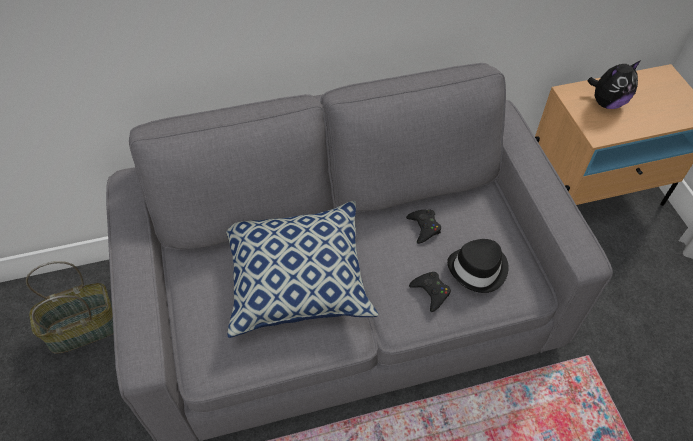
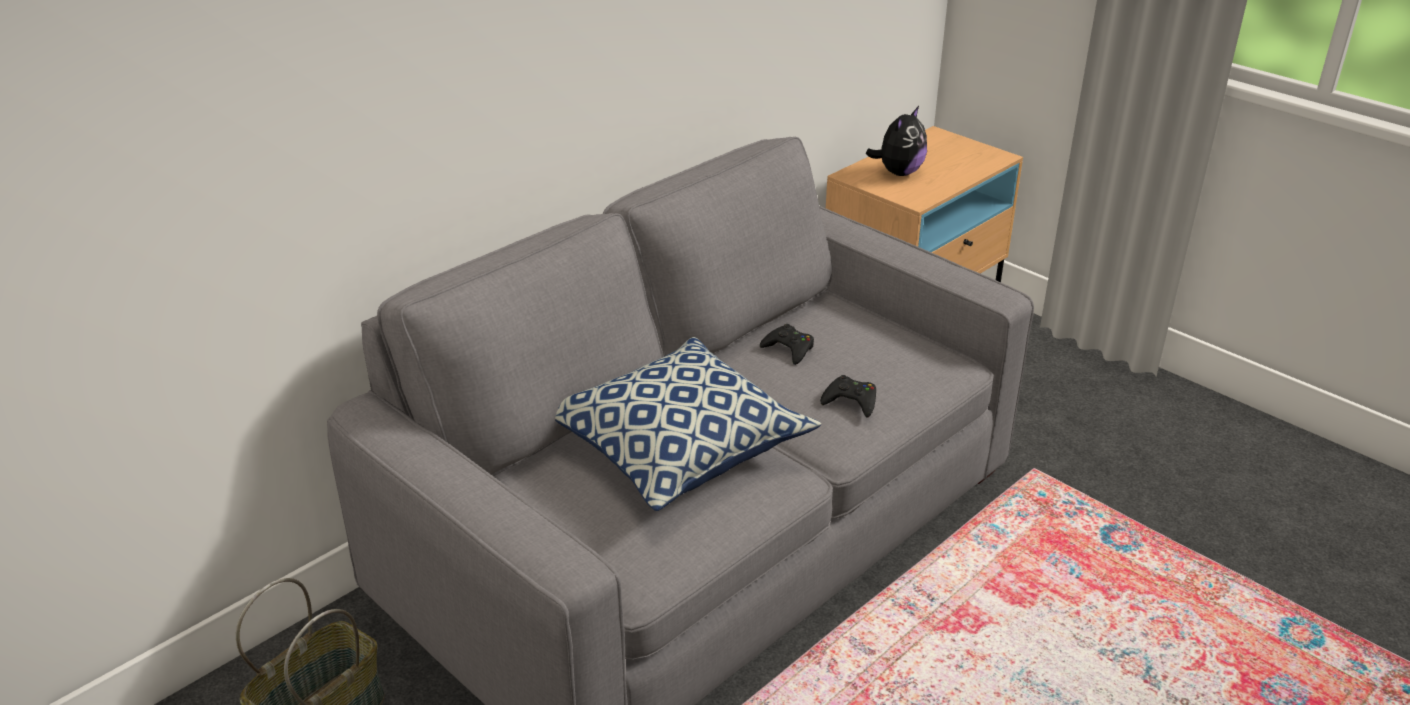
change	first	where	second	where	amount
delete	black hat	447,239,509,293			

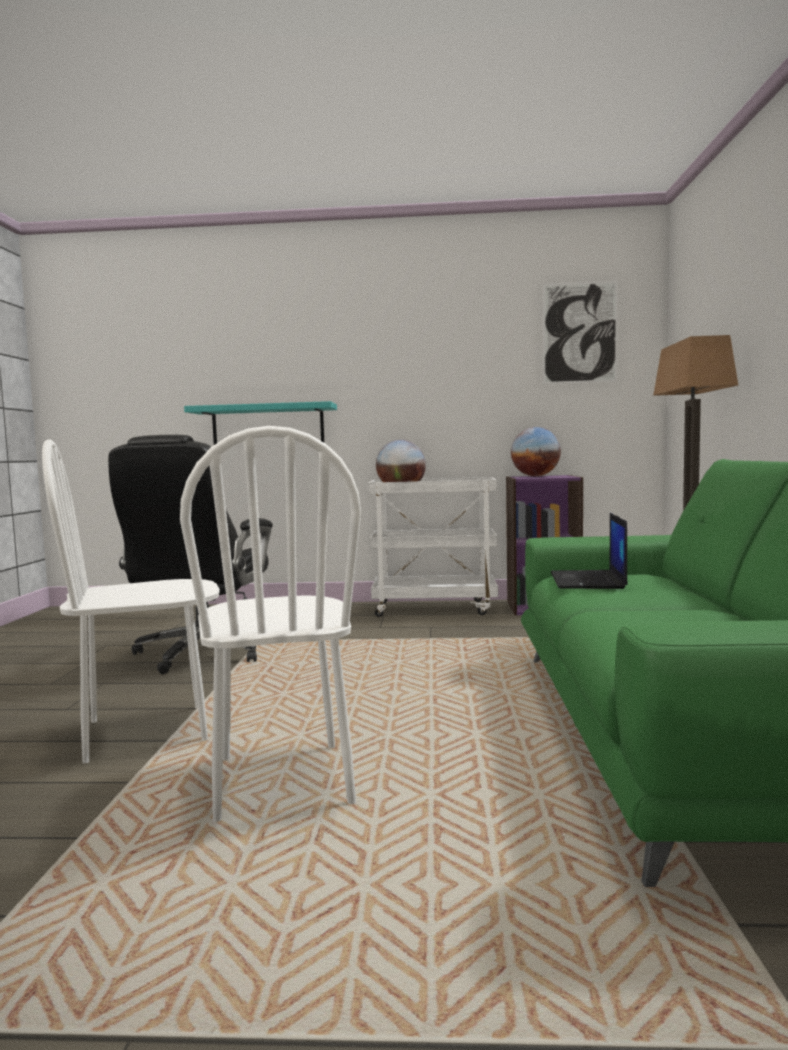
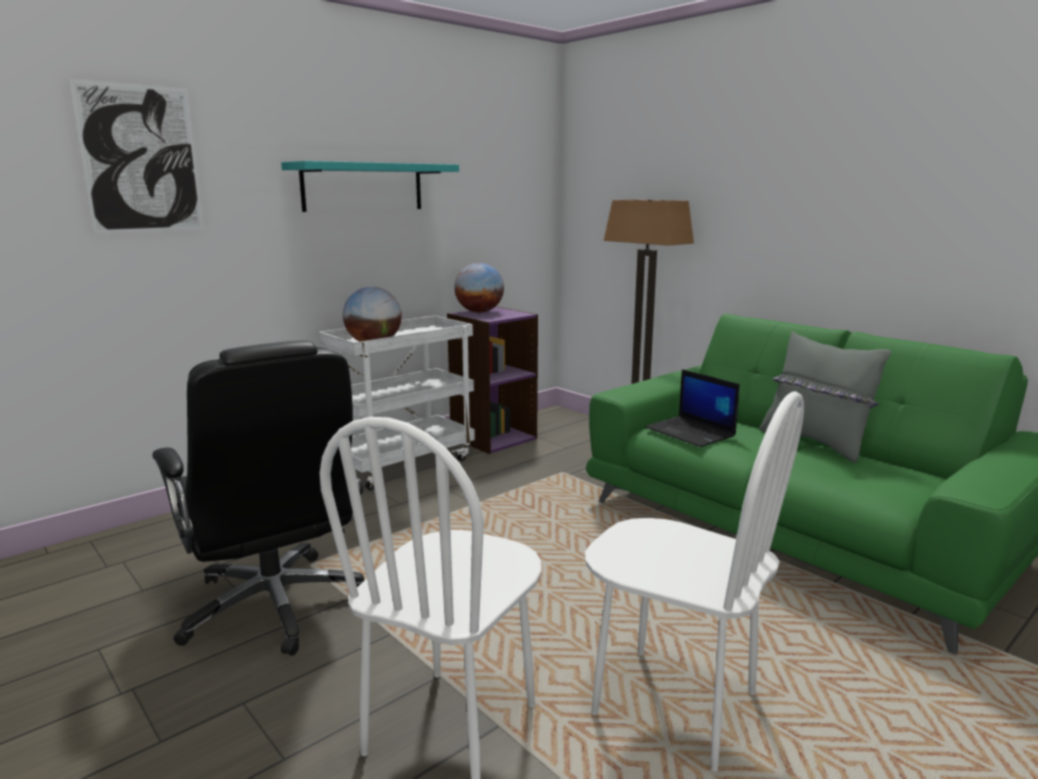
change	first	where	second	where	amount
move	picture	542,281,618,384		68,79,204,233	
move	turquoise shelf	184,401,337,445		281,161,459,212	
insert			grey pillow	759,332,891,463	

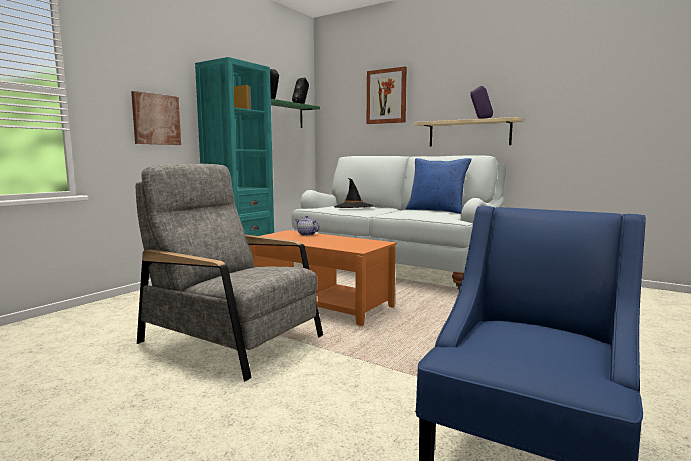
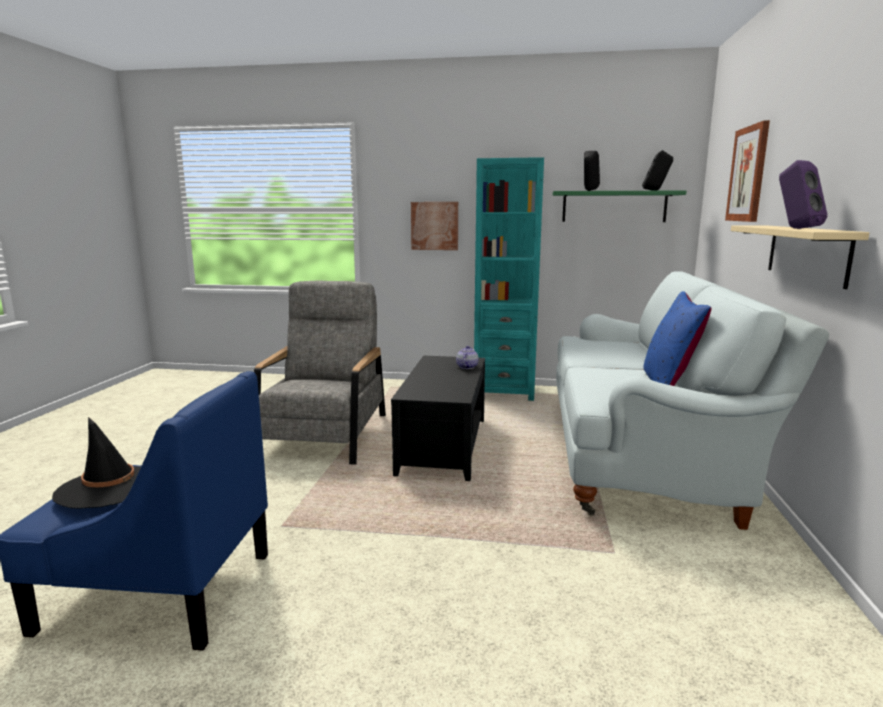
change	first	where	second	where	amount
move	black hat	334,178,373,208		52,417,141,509	
recolor	orange coffee table	249,230,397,326	black coffee table	391,356,485,481	

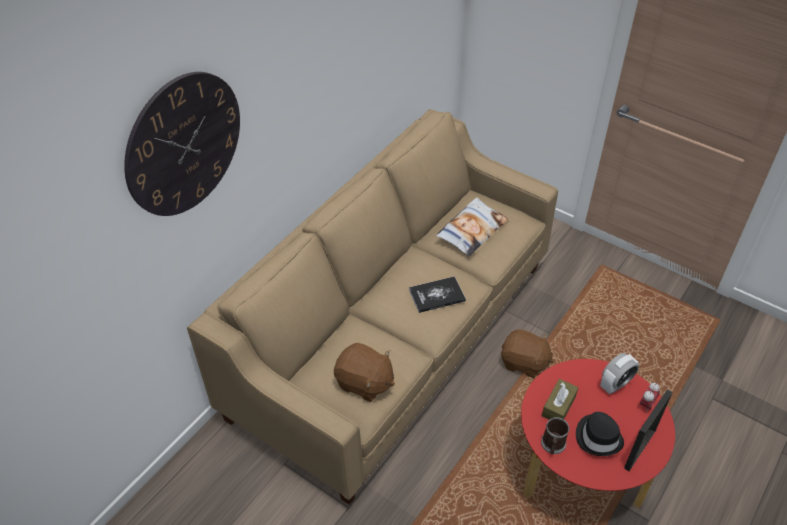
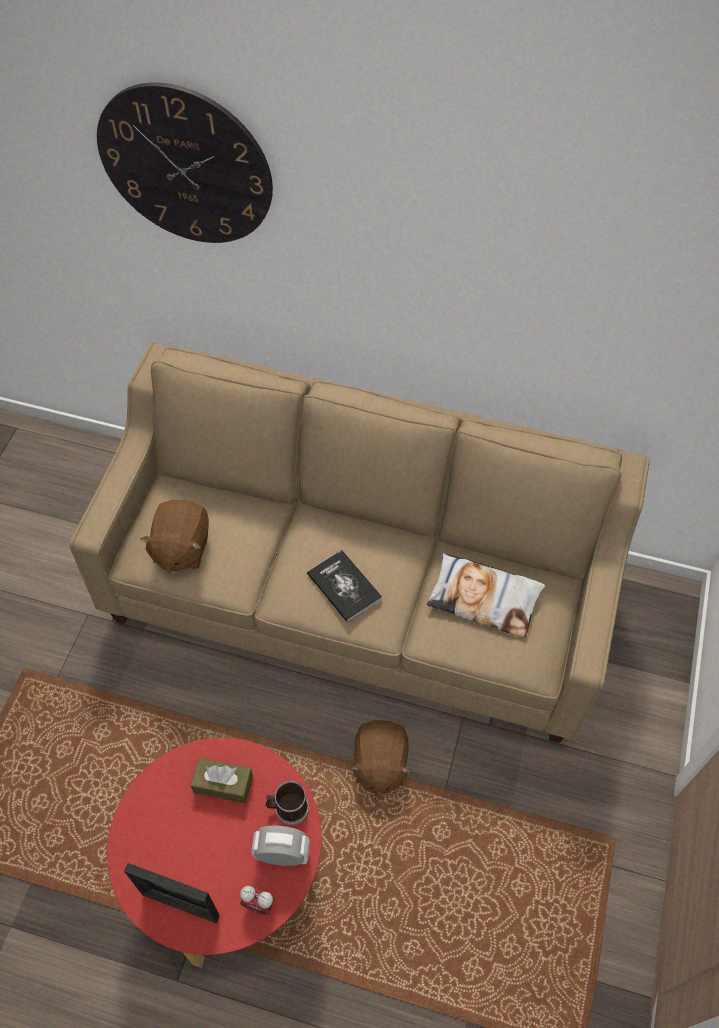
change	first	where	second	where	amount
rotate	alarm clock	600,353,639,394		251,826,310,866	150 degrees clockwise
delete	black hat	576,412,624,456			
move	mug	541,417,569,454		266,781,309,825	

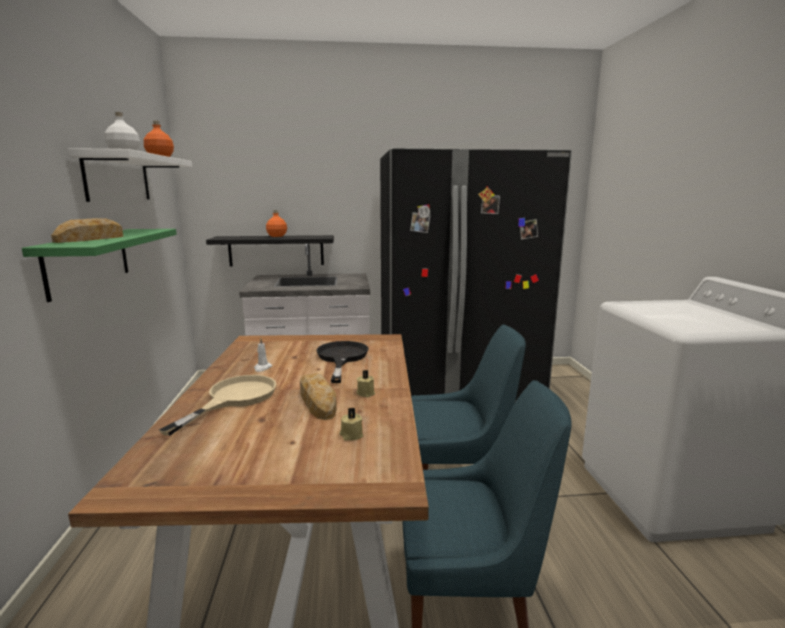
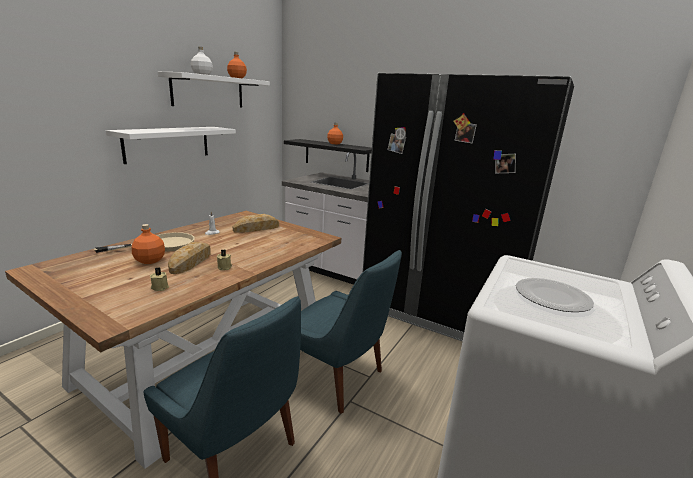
change	first	where	second	where	amount
move	bread	51,218,123,243		233,214,279,233	
recolor	green shelf	22,229,177,302	white shelf	106,127,236,164	
delete	black frying pan	316,341,369,383			
insert			orange bottle	132,224,165,264	
insert			plate	516,278,594,312	

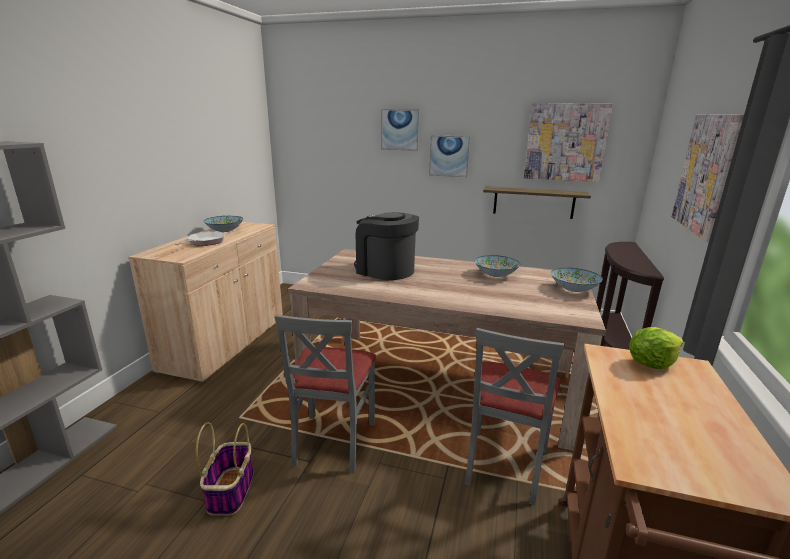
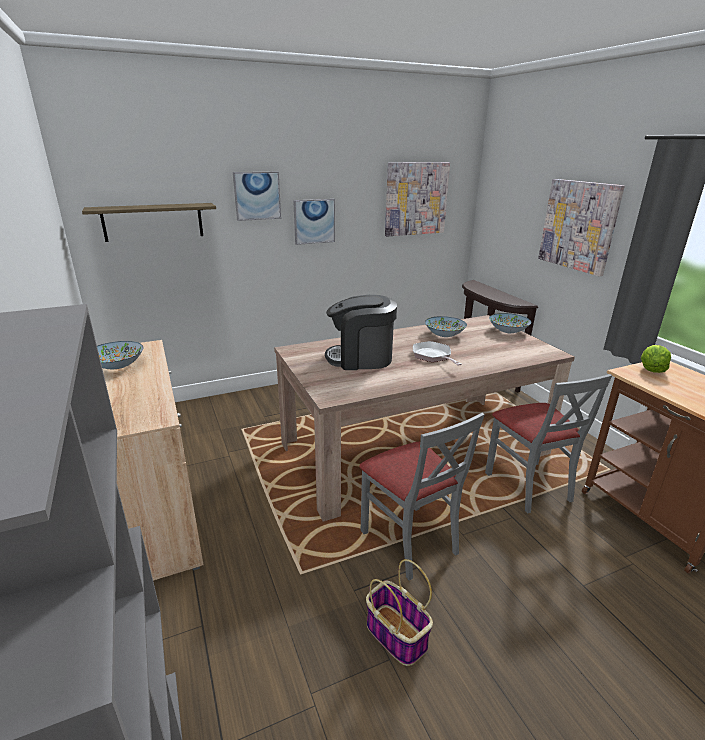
change	first	where	second	where	amount
move	shelf	483,186,591,219		82,203,216,242	
move	frying pan	175,231,225,246		413,341,462,365	

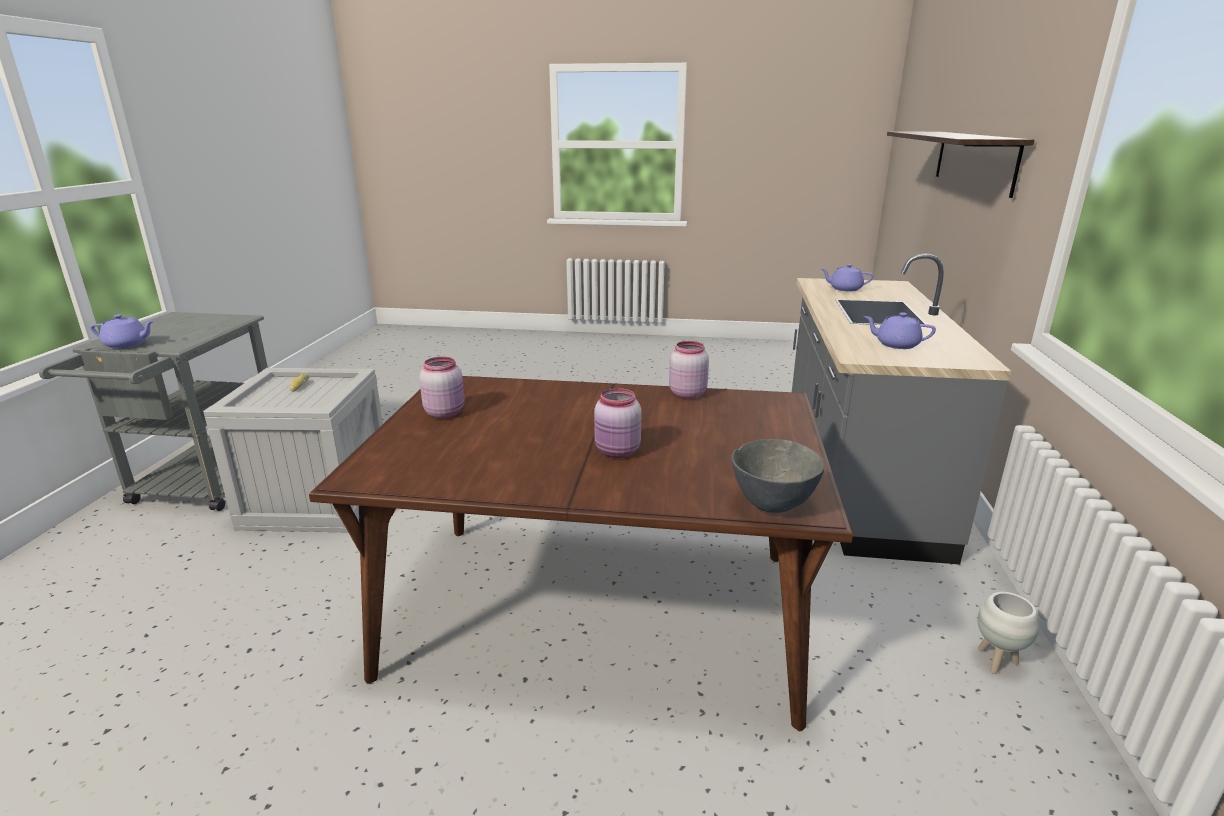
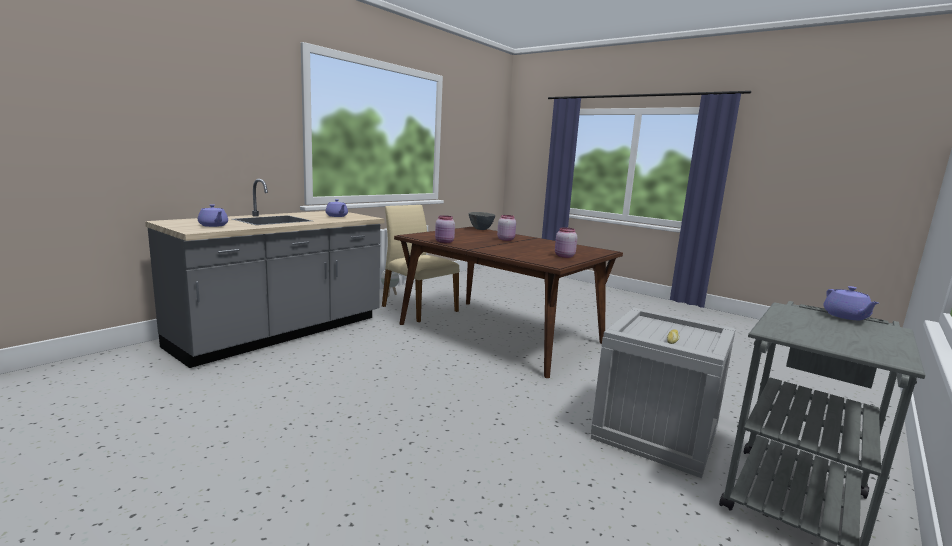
change	first	where	second	where	amount
delete	shelf	887,132,1034,198			
rotate	purple teapot	90,314,153,348		823,286,879,320	120 degrees counterclockwise
insert			beige chair	382,205,459,322	

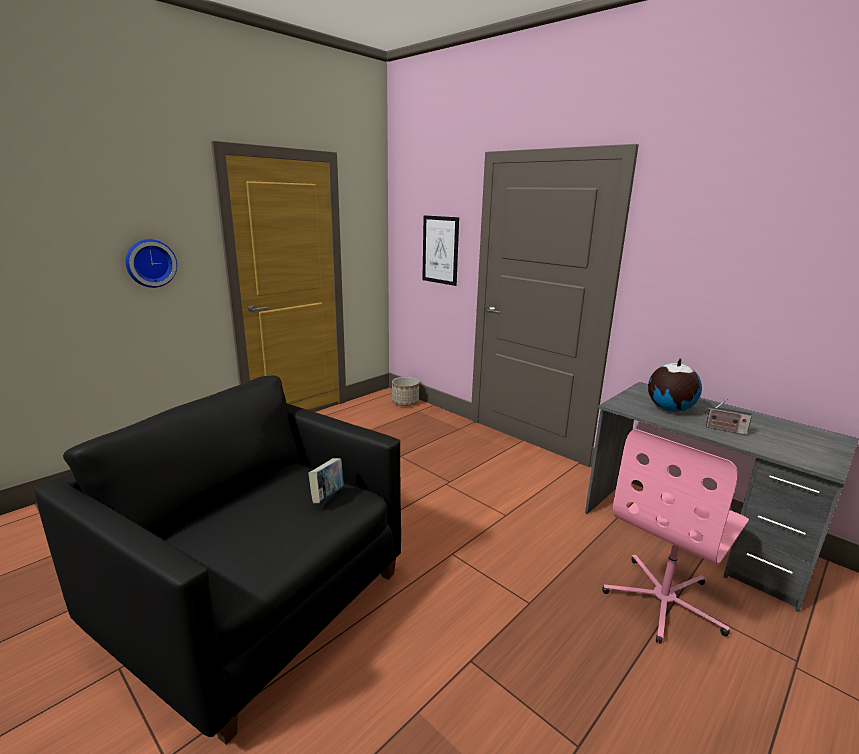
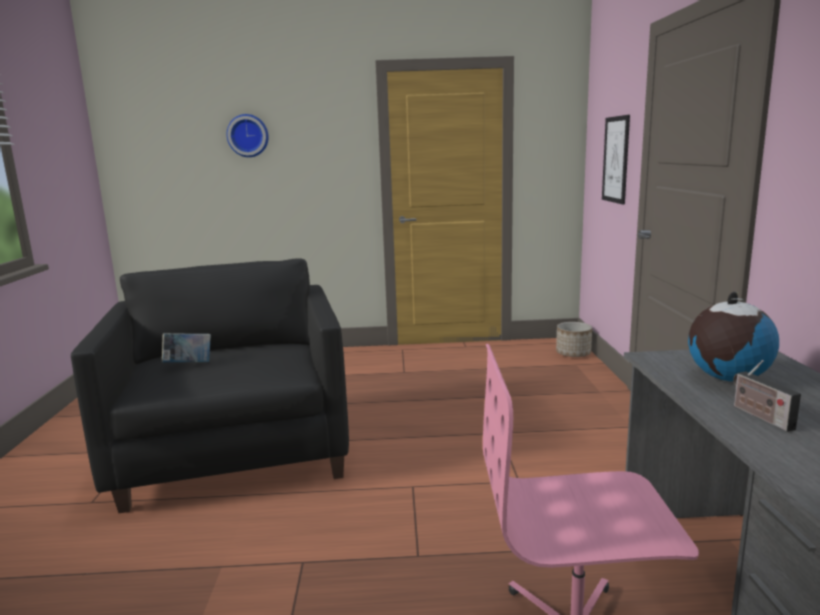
change	first	where	second	where	amount
move	wall clock	126,239,177,288		226,114,269,157	
move	book	308,458,344,503		162,333,211,363	

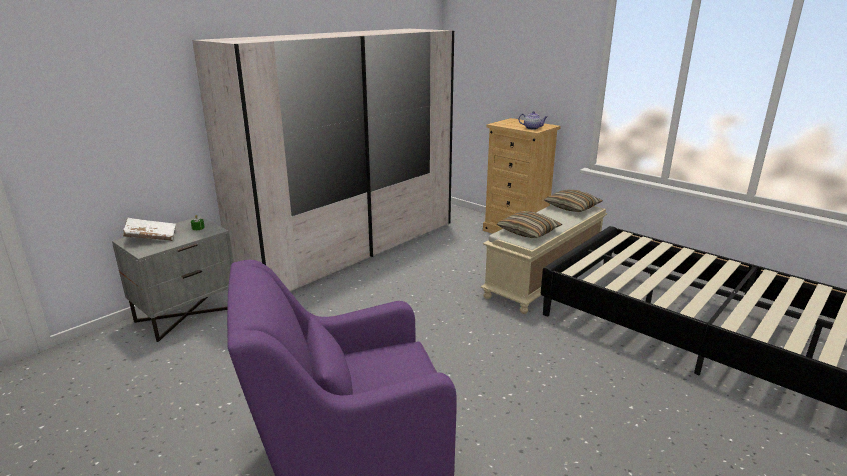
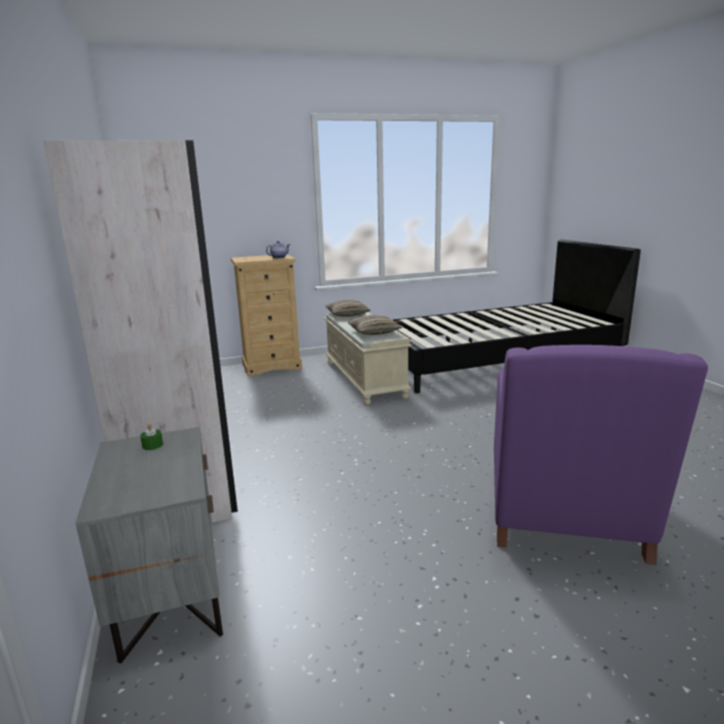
change	first	where	second	where	amount
delete	white book	123,218,176,241			

